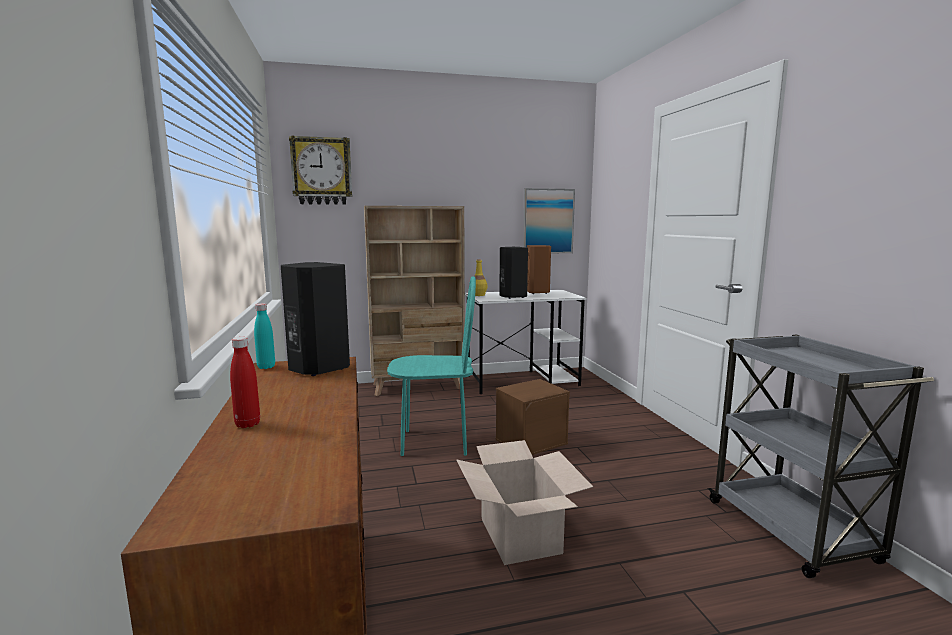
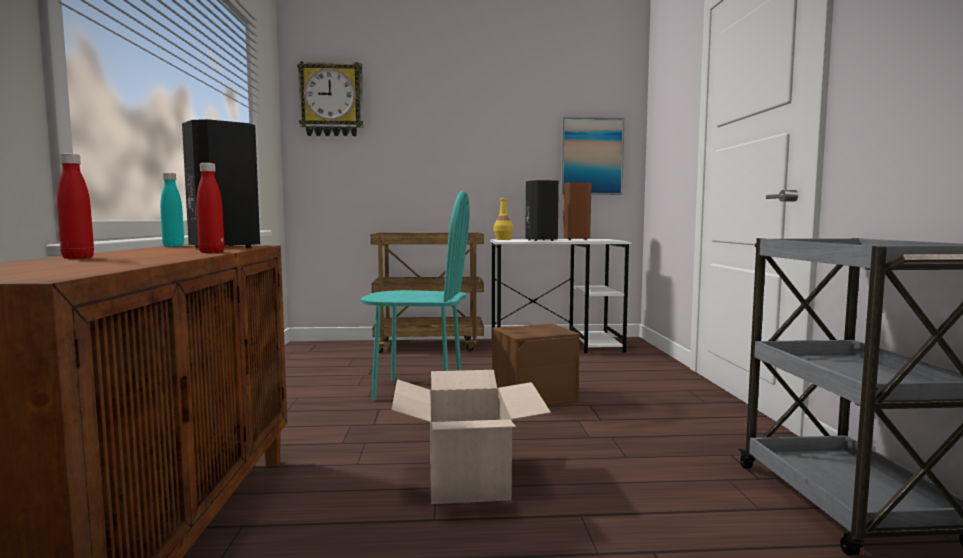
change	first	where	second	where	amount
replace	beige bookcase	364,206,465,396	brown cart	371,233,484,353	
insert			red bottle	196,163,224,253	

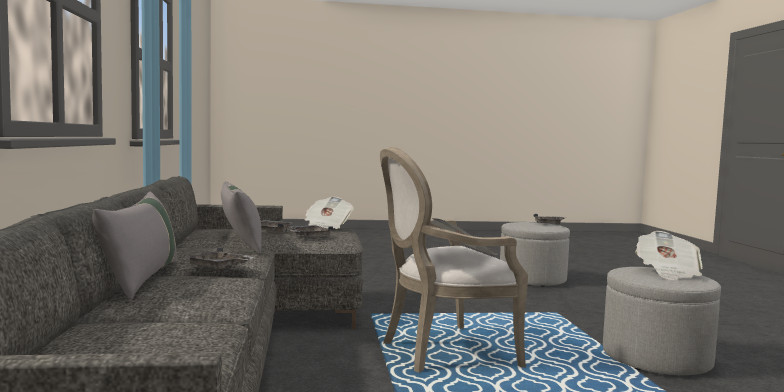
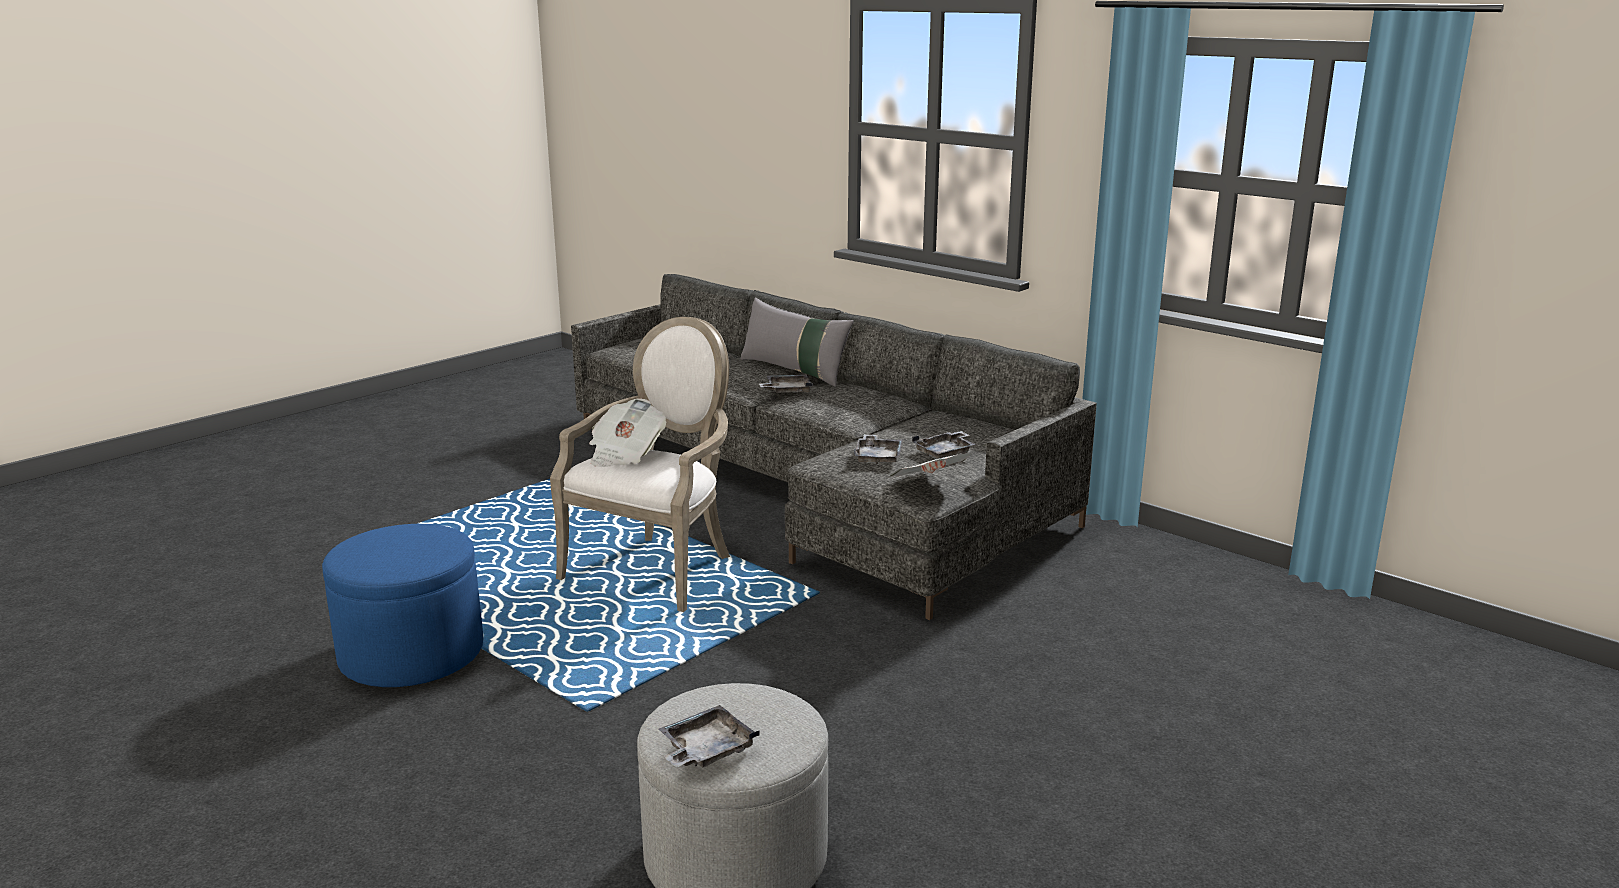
change	first	where	second	where	amount
delete	grey pillow	221,181,262,254			
delete	newspaper	635,231,702,280			
recolor	grey ottoman	603,267,721,375	blue ottoman	322,524,483,687	

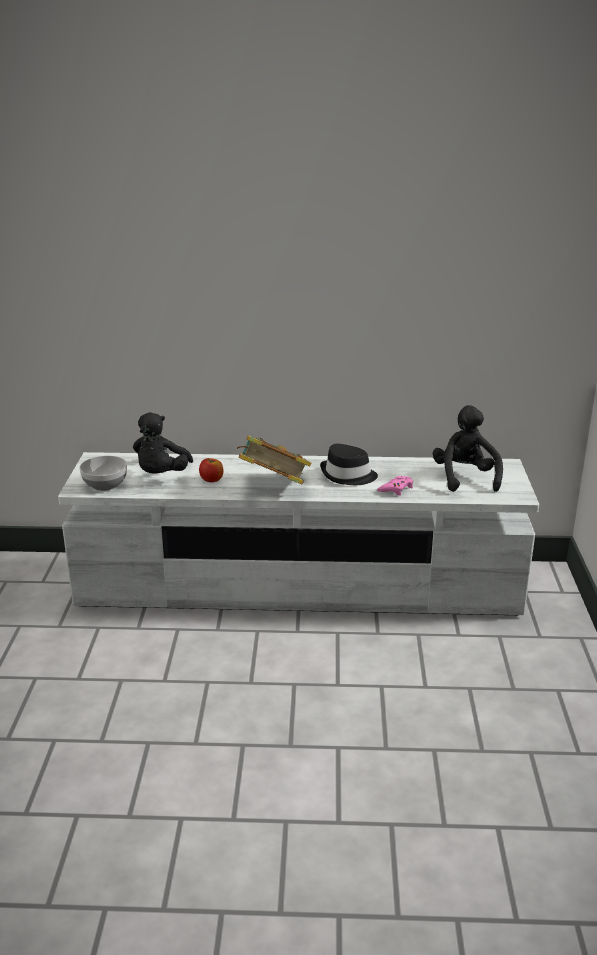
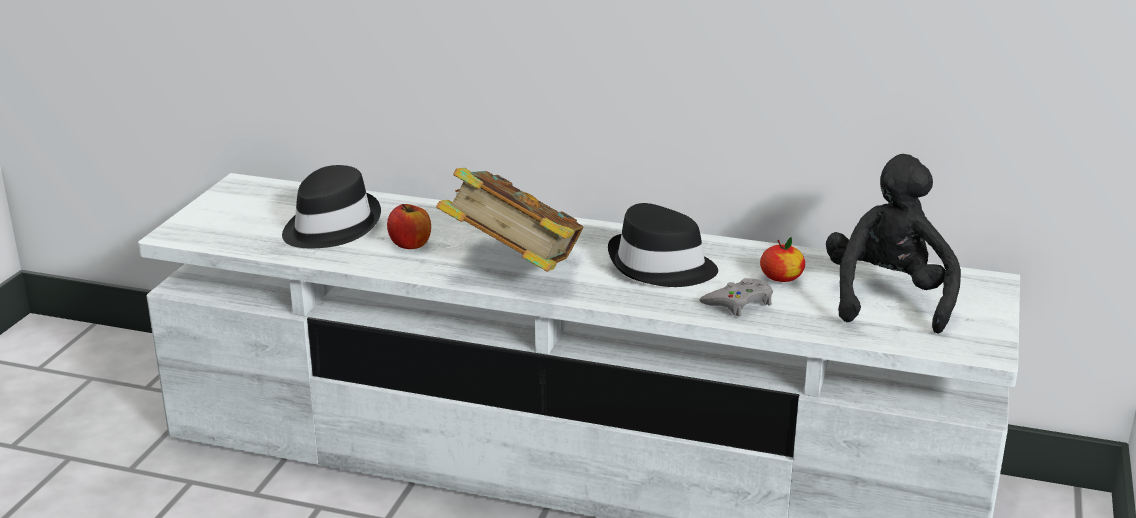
change	first	where	second	where	amount
replace	black plush toy	133,412,193,474	black hat	282,165,381,248	
delete	bowl	79,456,127,491			
recolor	pink game controller	377,476,413,496	grey game controller	699,278,773,317	
insert			apple	760,237,805,282	

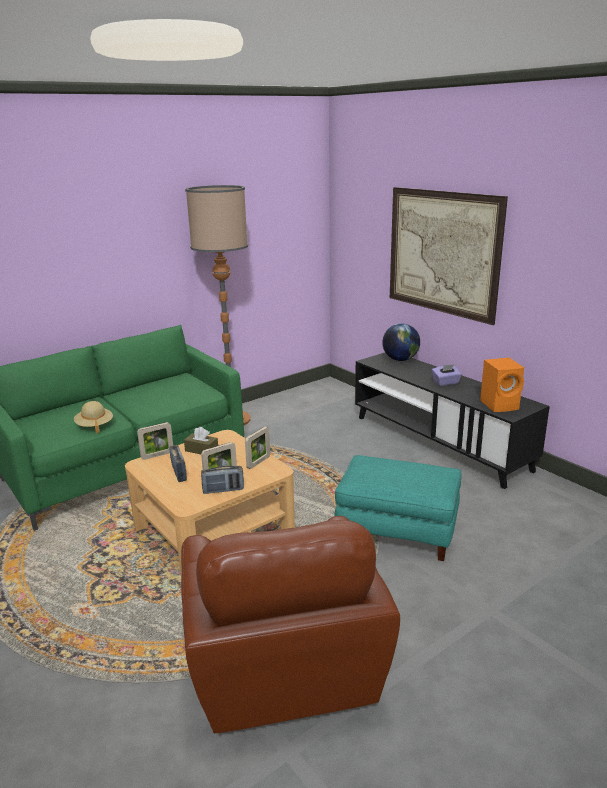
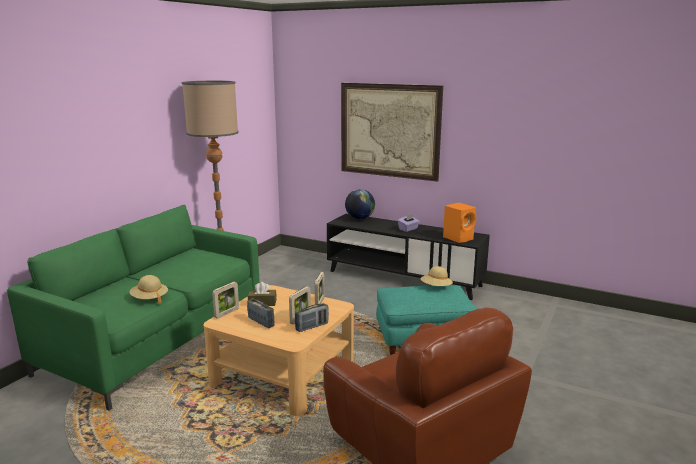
change	first	where	second	where	amount
insert			beige hat	421,266,453,286	

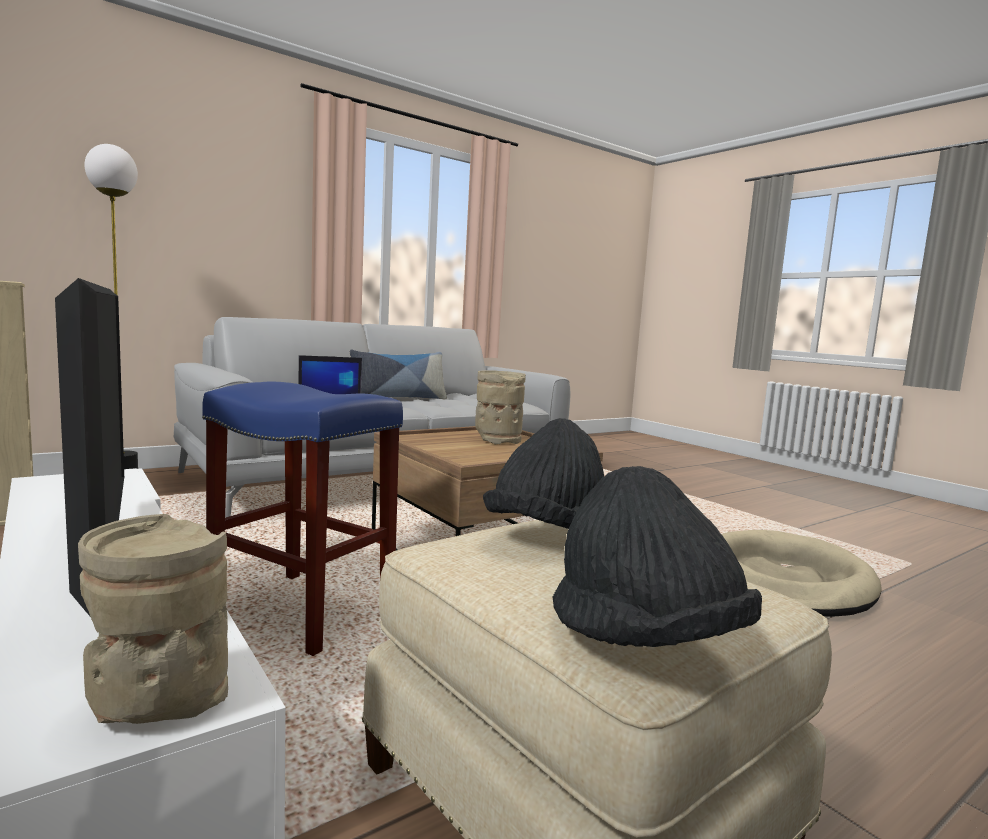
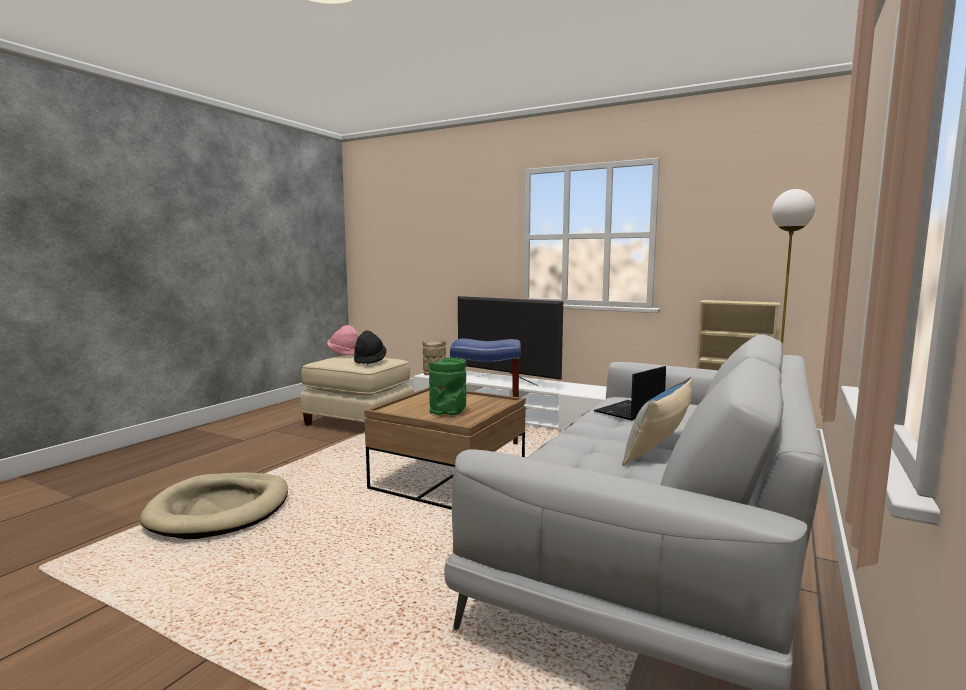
change	first	where	second	where	amount
recolor	beige vase	475,370,526,444	green vase	429,358,466,416	
recolor	black hat	552,466,762,647	pink hat	327,325,359,356	

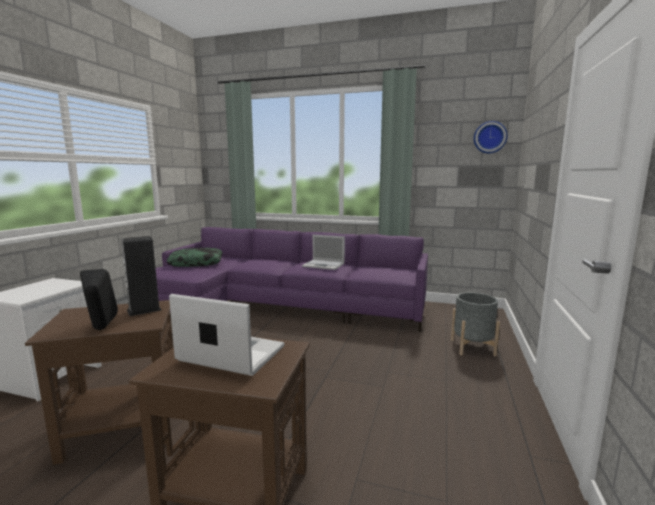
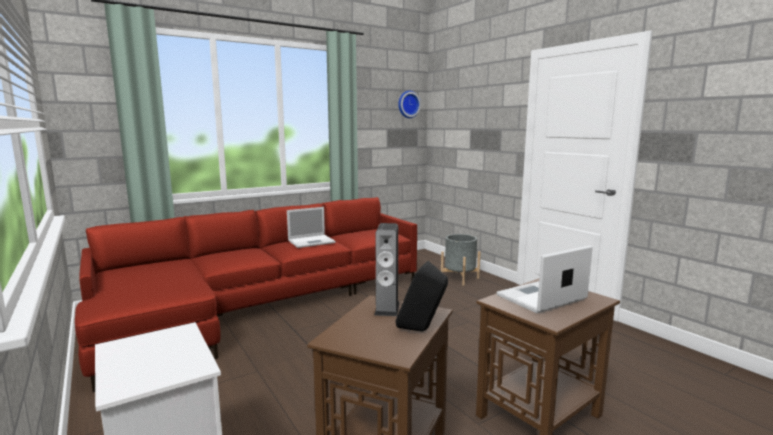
change	first	where	second	where	amount
recolor	purple sofa	156,227,428,332	red sofa	75,197,417,392	
delete	pillow	167,248,223,267			

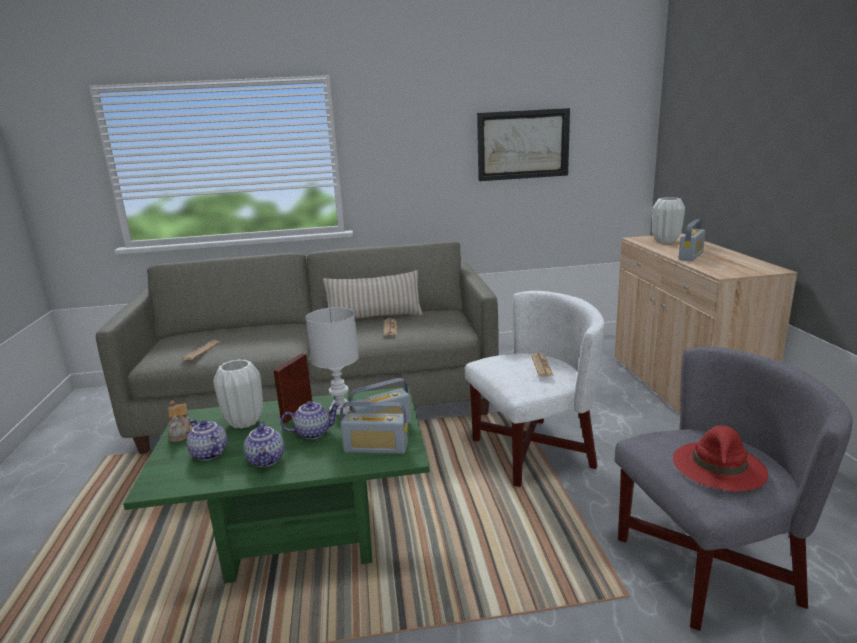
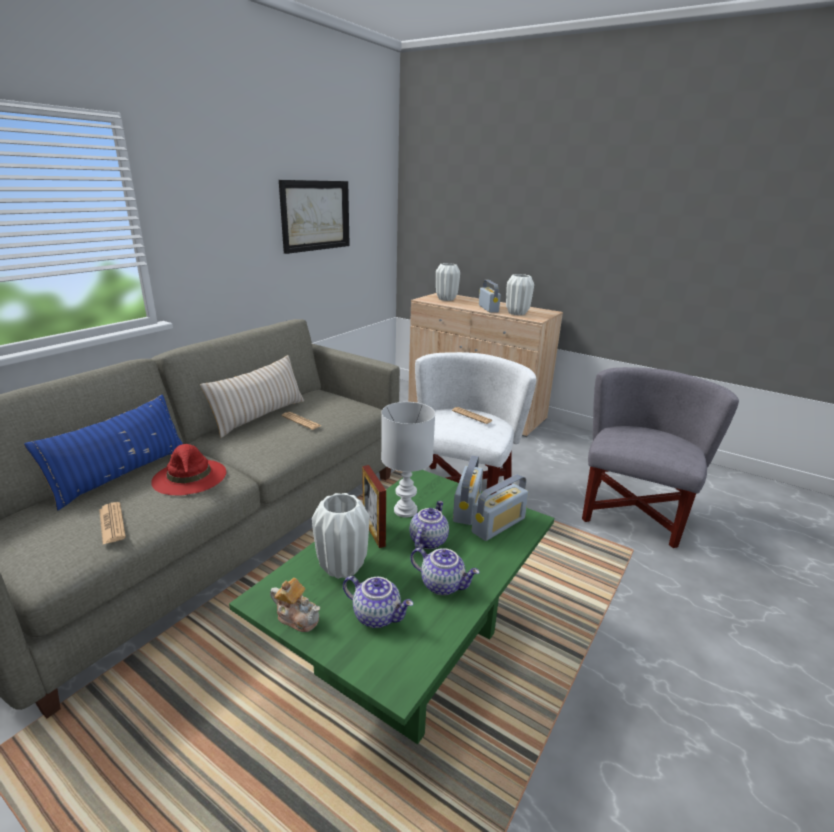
change	first	where	second	where	amount
rotate	teapot	187,419,227,461		343,576,413,628	150 degrees counterclockwise
move	red hat	673,425,768,491		151,444,226,495	
insert			white vase	506,274,534,315	
insert			blue pillow	24,394,183,511	

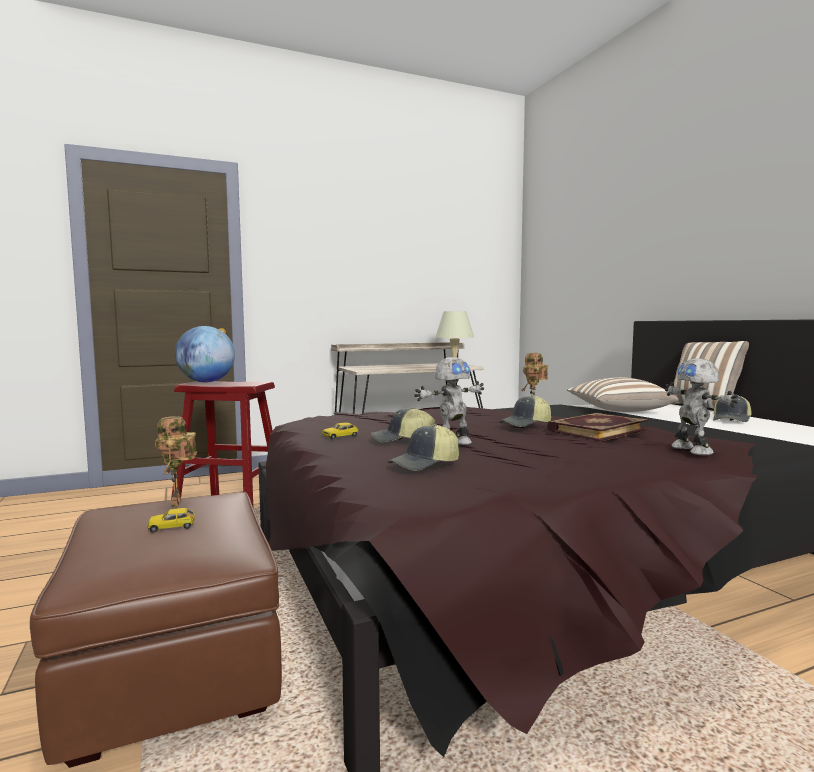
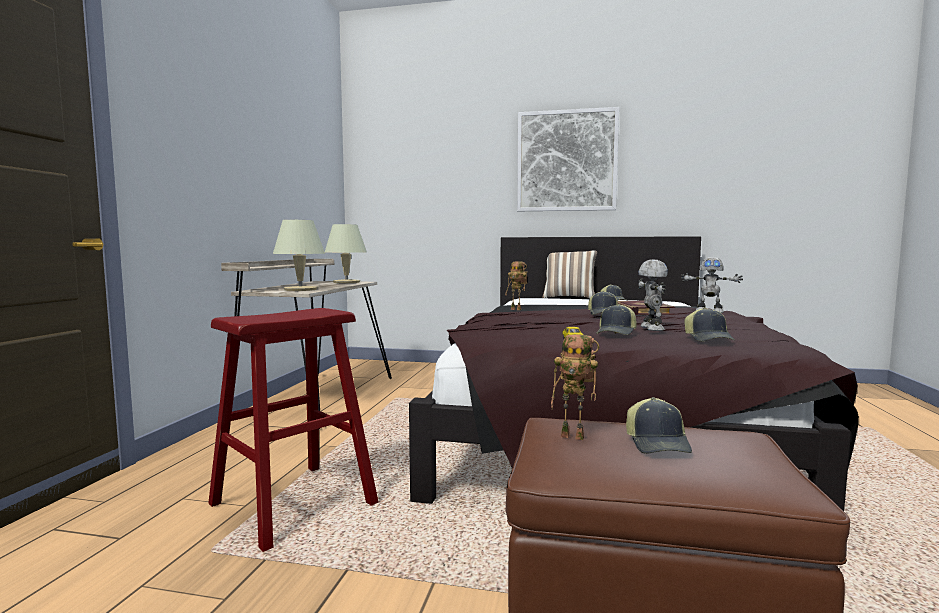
change	first	where	second	where	amount
delete	globe	175,326,235,382			
delete	pillow	567,377,679,412			
replace	toy car	147,508,195,533	cap	626,397,692,454	
insert			picture	517,107,619,211	
insert			beige table lamp	273,220,325,291	

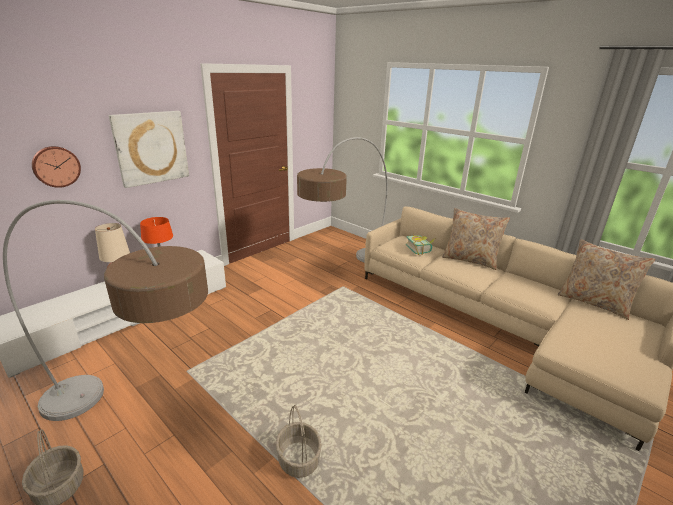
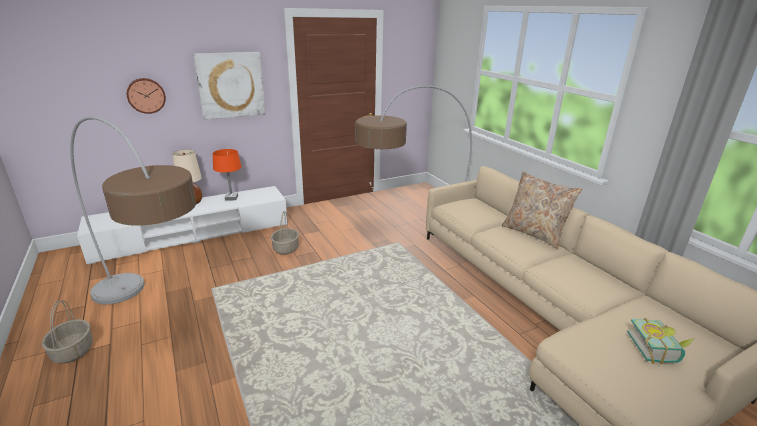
change	first	where	second	where	amount
move	book	406,235,435,255		627,318,694,364	
delete	beige pillow	558,239,656,320			
move	basket	276,405,322,478		271,211,299,255	

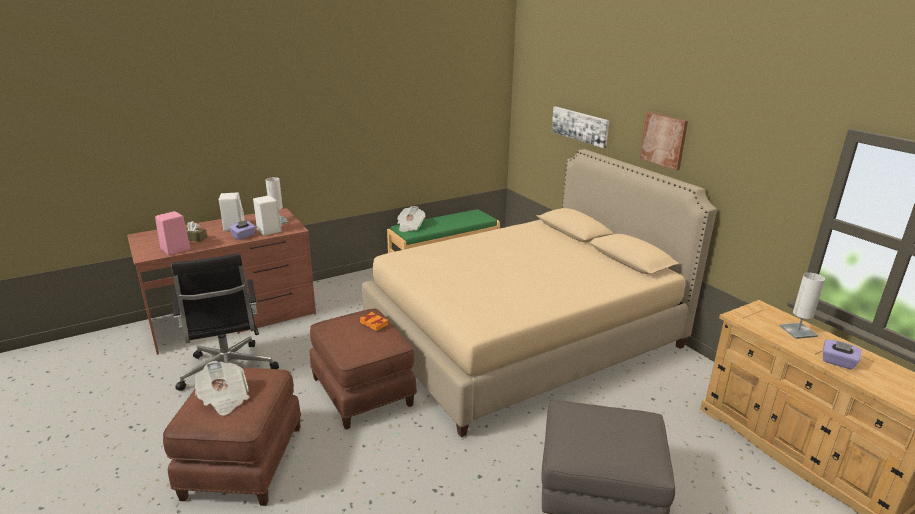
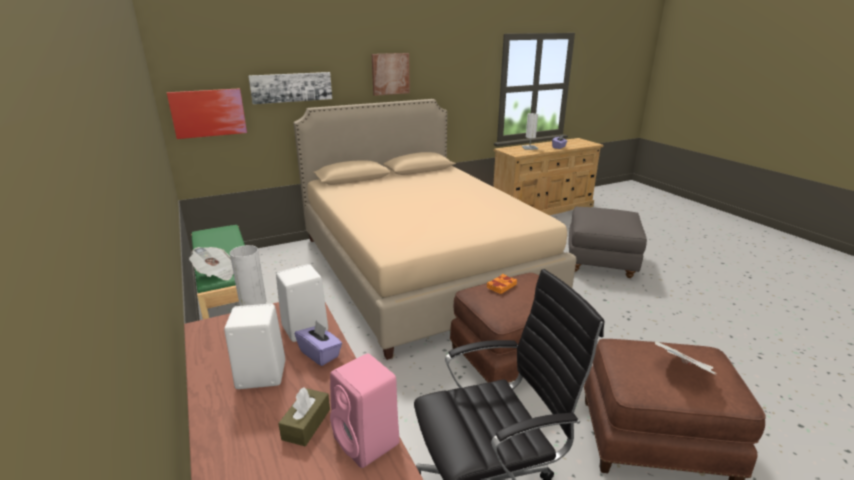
change	first	where	second	where	amount
insert			picture	167,88,247,139	

